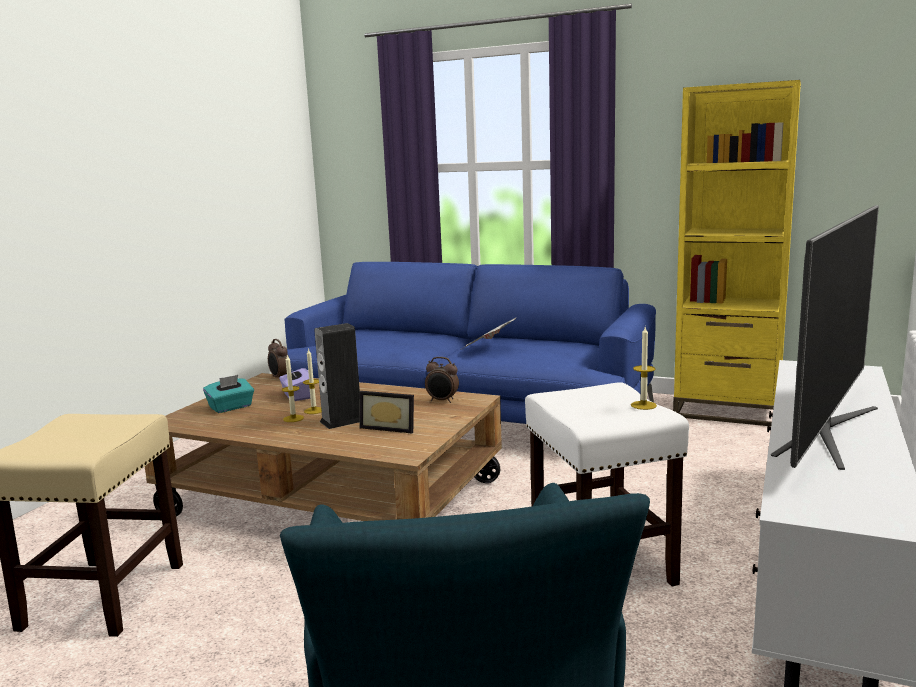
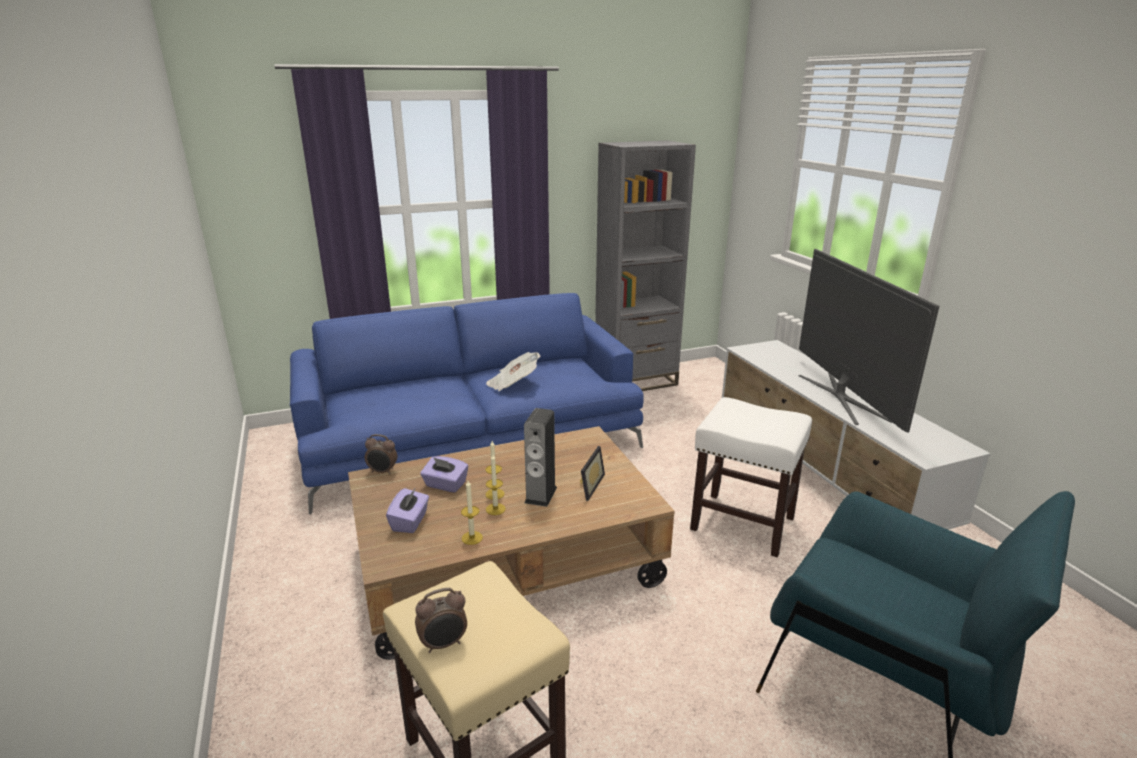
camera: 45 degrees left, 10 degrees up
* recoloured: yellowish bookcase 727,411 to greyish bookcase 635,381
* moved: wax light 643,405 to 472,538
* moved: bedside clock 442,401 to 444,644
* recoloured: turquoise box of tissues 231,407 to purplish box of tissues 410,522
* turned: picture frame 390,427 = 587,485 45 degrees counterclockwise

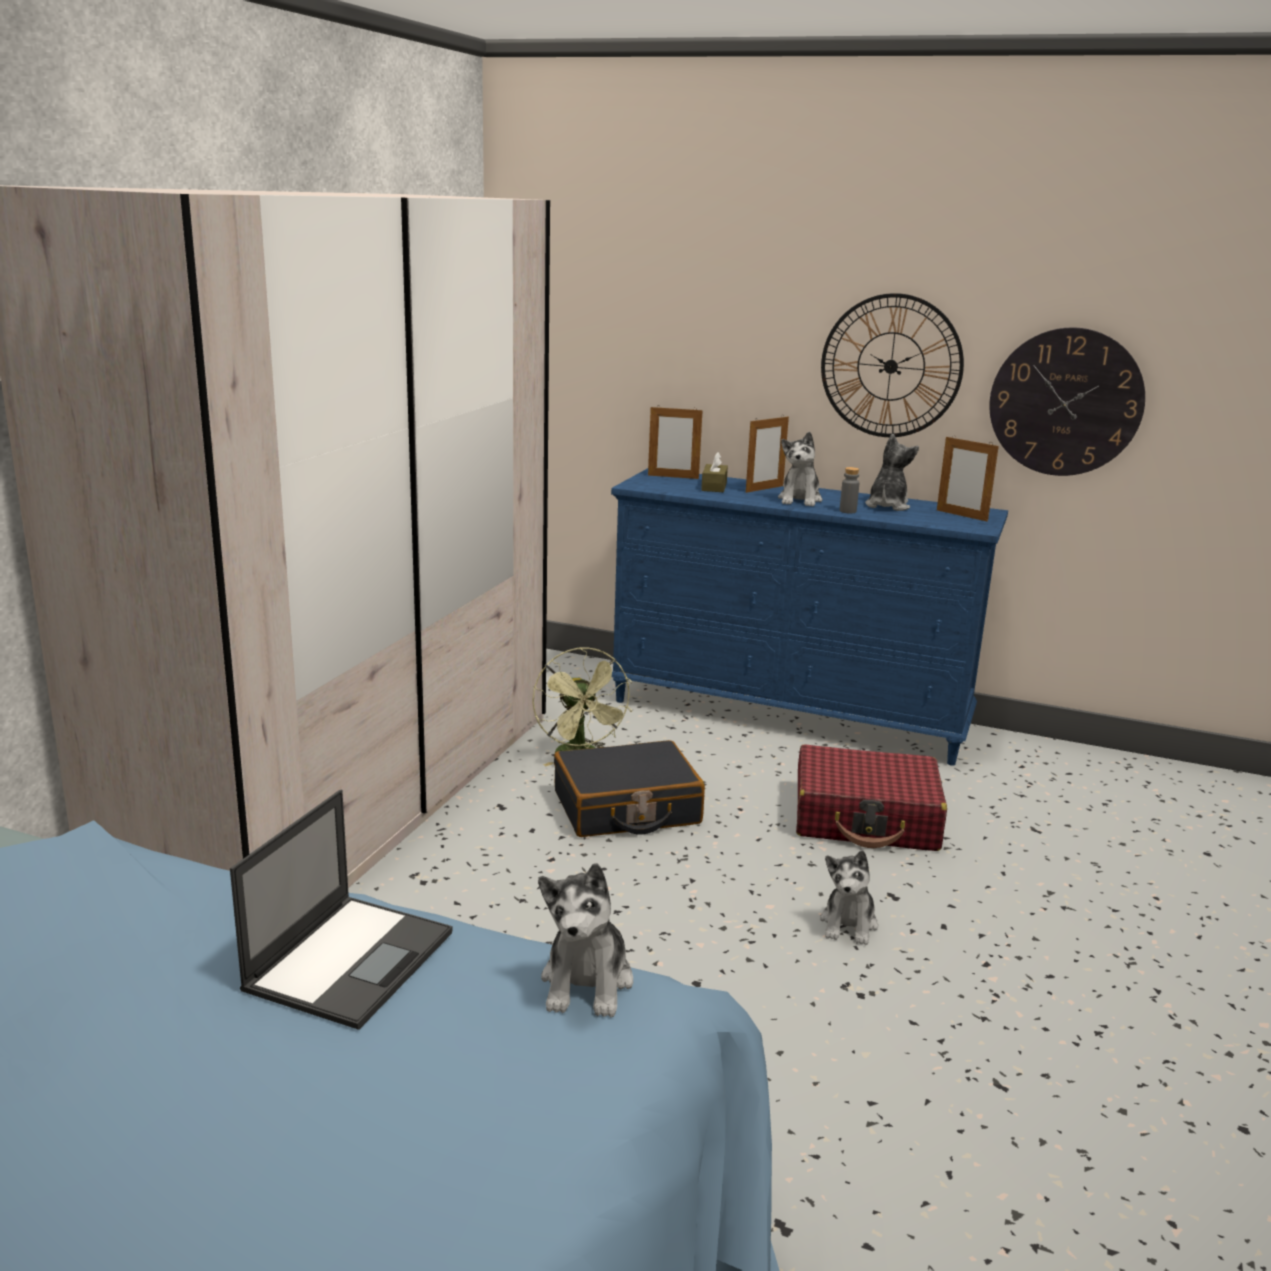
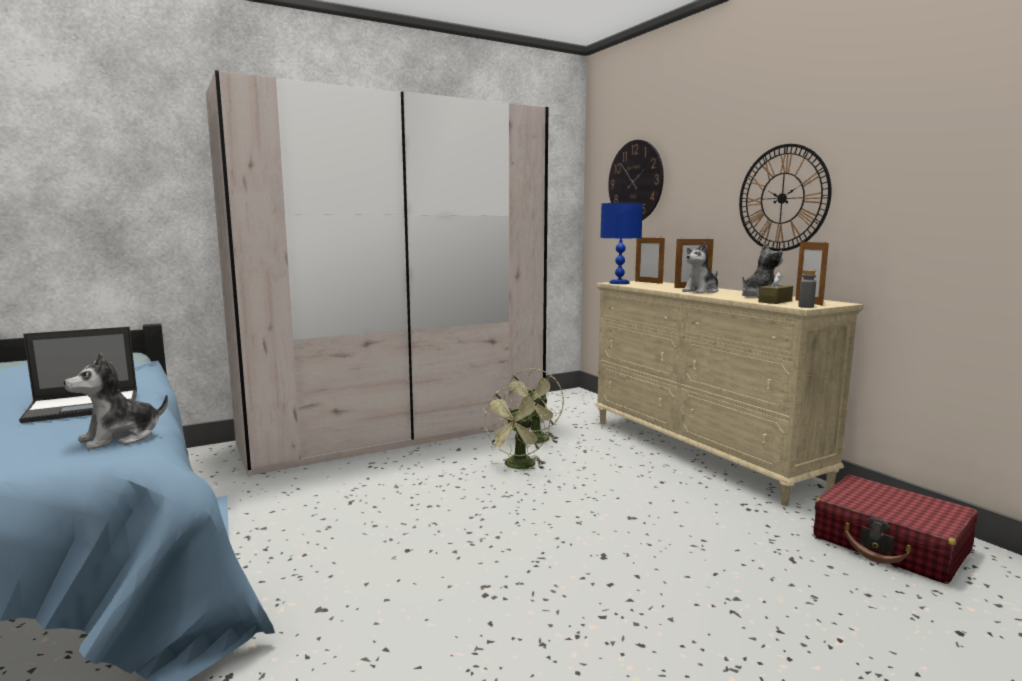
camera: 40 degrees right, 10 degrees down
* moved: wall clock 1065,402 to 635,181
* moved: brown box of tissues 714,487 to 775,301
* moved: greyish beverage bottle 847,511 to 806,306
* recoloured: blue-coloured dresser 789,715 to beige dresser 700,452
* replaced: blackish suitcase 626,808 to green fan 518,467
* moved: red suitcase 866,819 to 891,544
* removed: cuddly toy 849,924
* added: blue-coloured lamp for a table 619,283

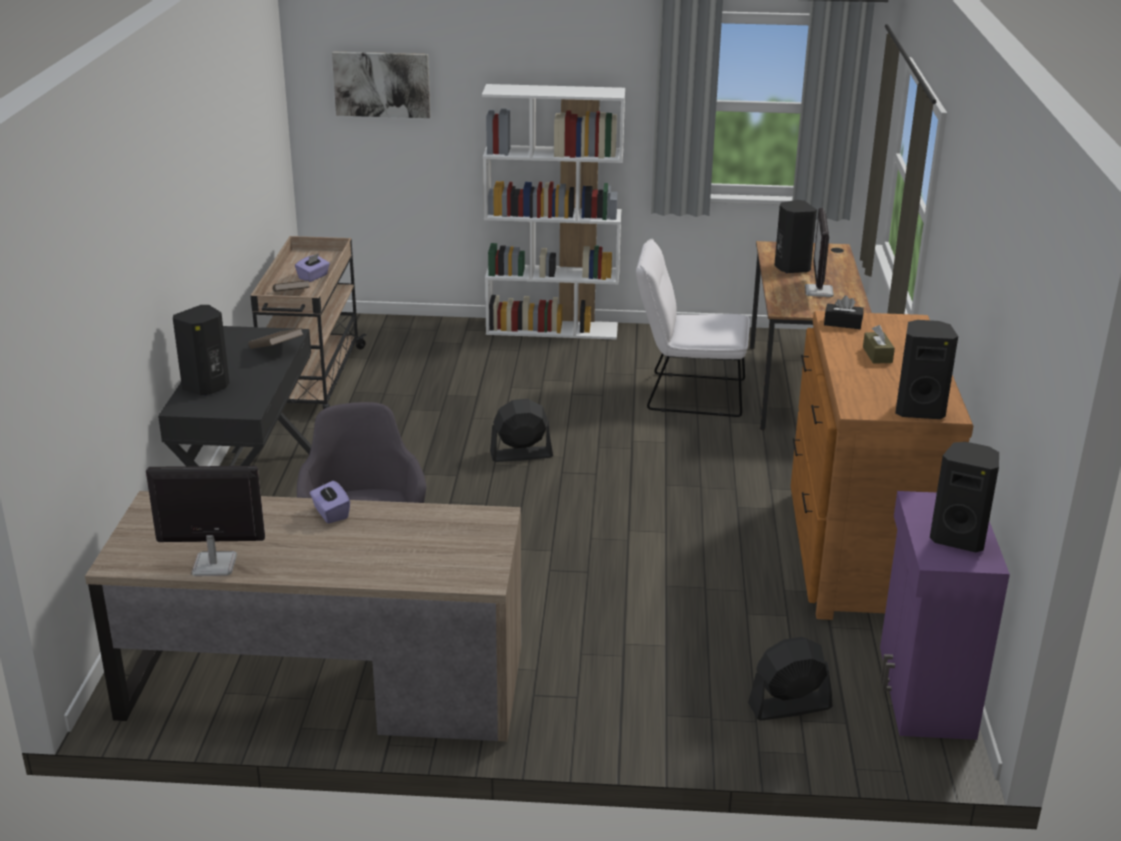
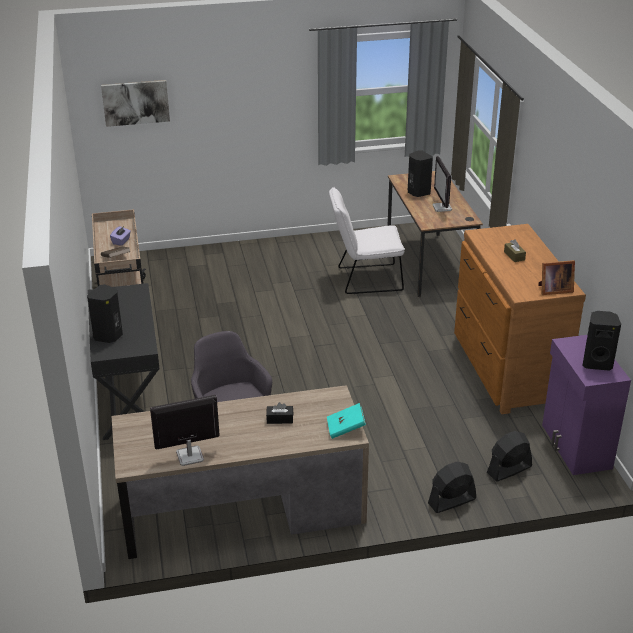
camera: 15 degrees left, 5 degrees up
* removed: whitish bookcase 553,329
* moved: blackish box of tissues 842,323 to 280,419
* replaced: blackish loudspeaker 918,410 to picture frame 553,290
* removed: brown bound book 276,350
* moved: blackish fan 521,454 to 451,501
* removed: purplish box of tissues 330,513
* added: turquoise bound book 345,428

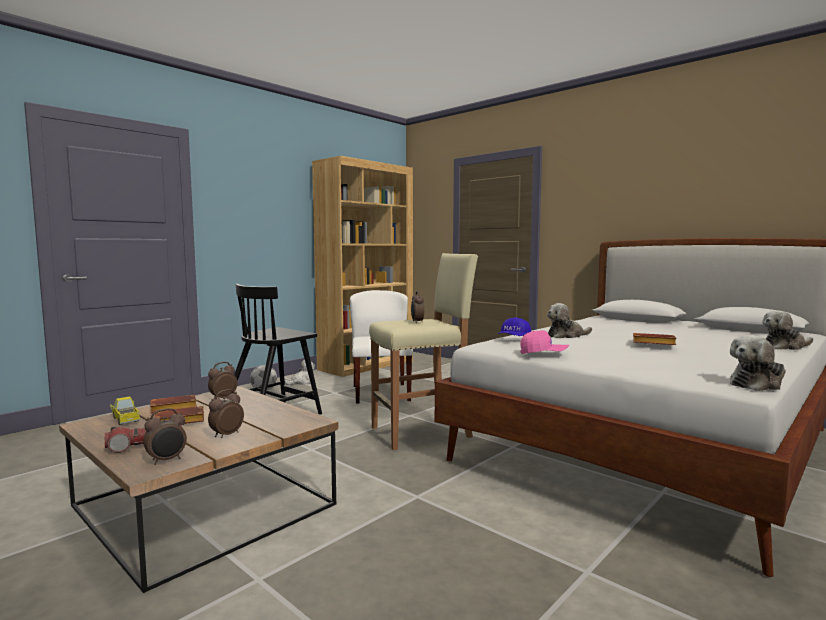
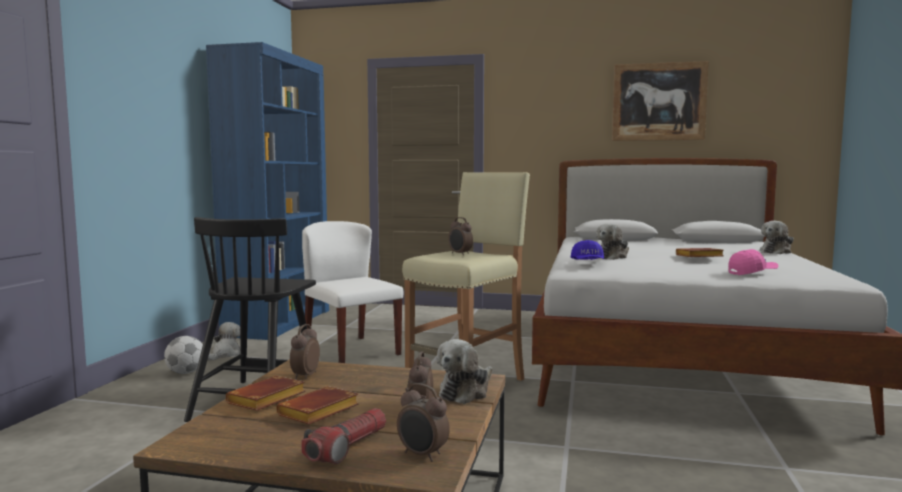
camera: 30 degrees left, 0 degrees up
* recoloured: brown bookcase 367,365 to blue-coloured bookcase 279,322
* moved: pinkish peaked cap 543,354 to 752,273
* moved: cuddly toy 757,384 to 466,391
* removed: toy truck 126,419
* turned: bedside clock 167,460 = 422,455 105 degrees clockwise
* added: wall picture 658,102

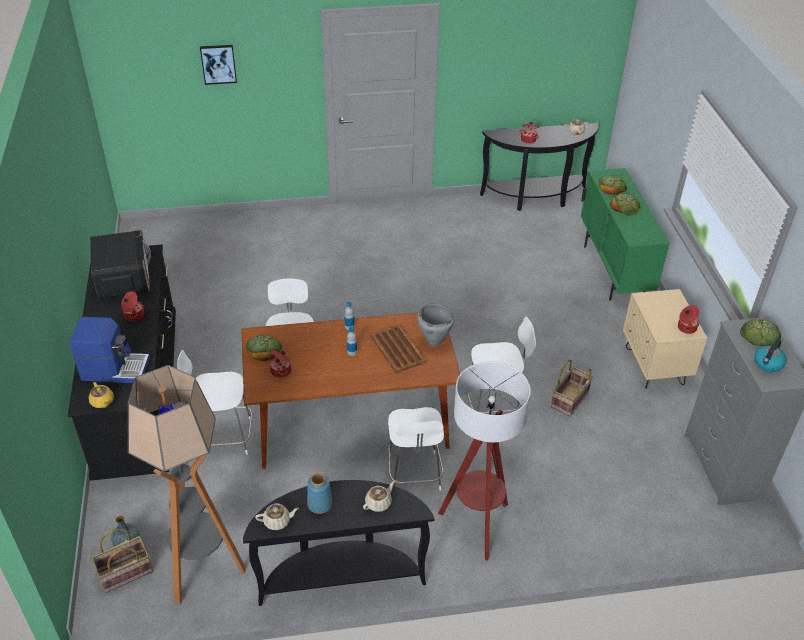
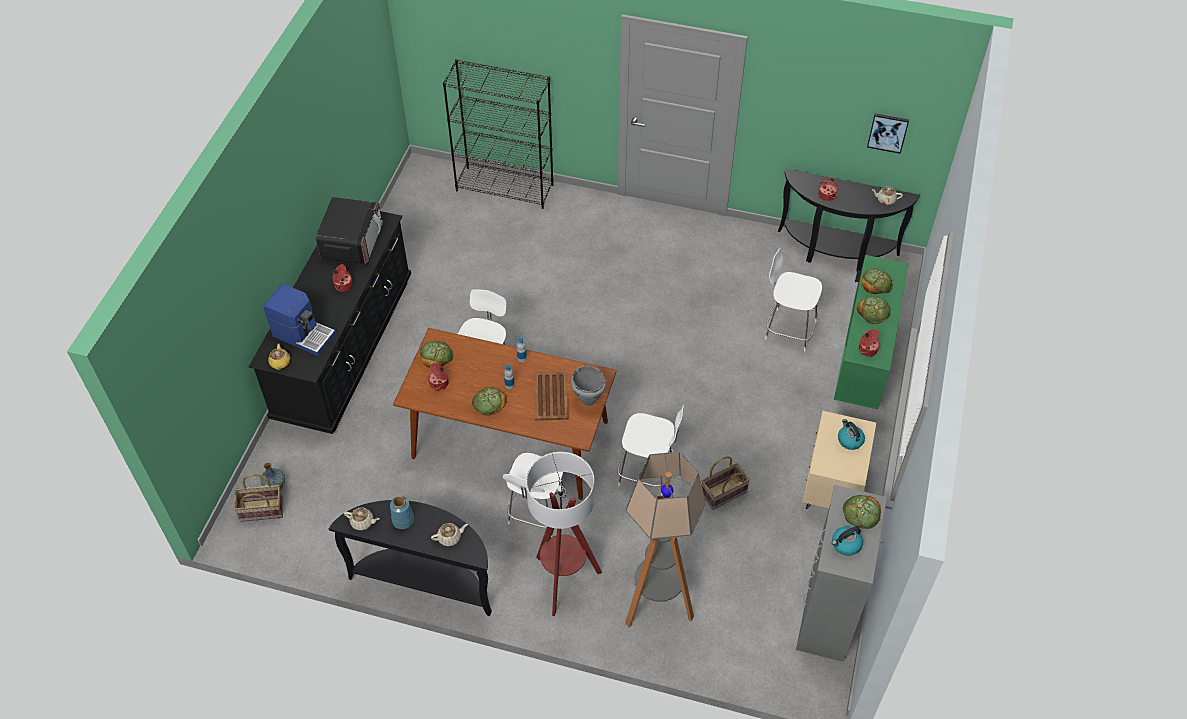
camera: 25 degrees right, 10 degrees up
* moved: wall picture 218,64 to 888,132
* moved: saucepot 686,328 to 867,349
* moved: whitish plain chair 223,437 to 788,329
* moved: floor lamp 203,570 to 657,604
* added: blackish bookcase 505,187
* added: baked bread 489,402
* added: kettle 849,440

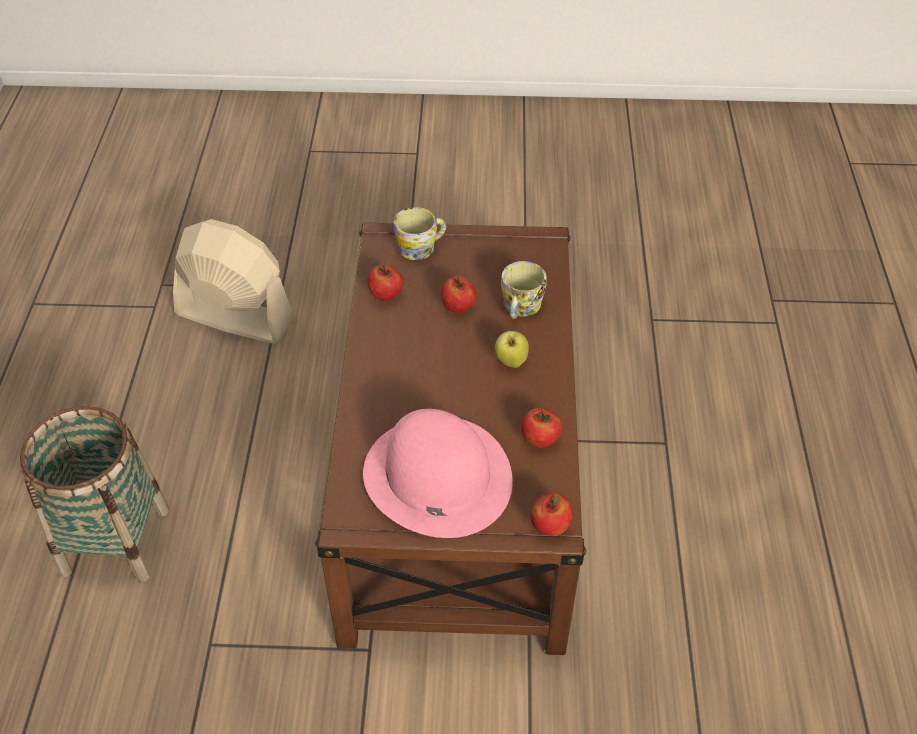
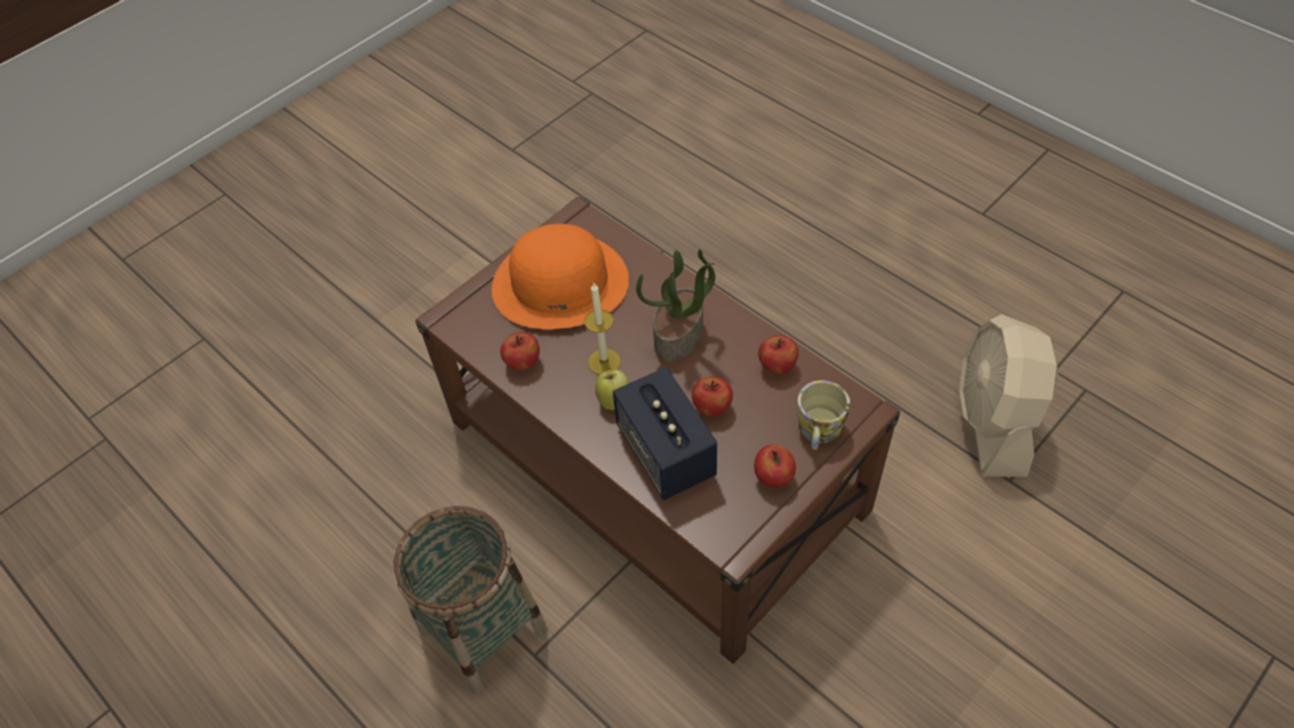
camera: 135 degrees right, 5 degrees up
* turned: beige fan 234,316 = 993,421 120 degrees clockwise
* replaced: mug 520,308 to loudspeaker 666,452
* moved: household basket 115,541 to 483,629
* recoloured: pinkish clothing hat 436,476 to orange clothing hat 560,282
* moved: whole apple 549,526 to 773,477
* added: plant in a pot 679,336
* added: wax light 604,362

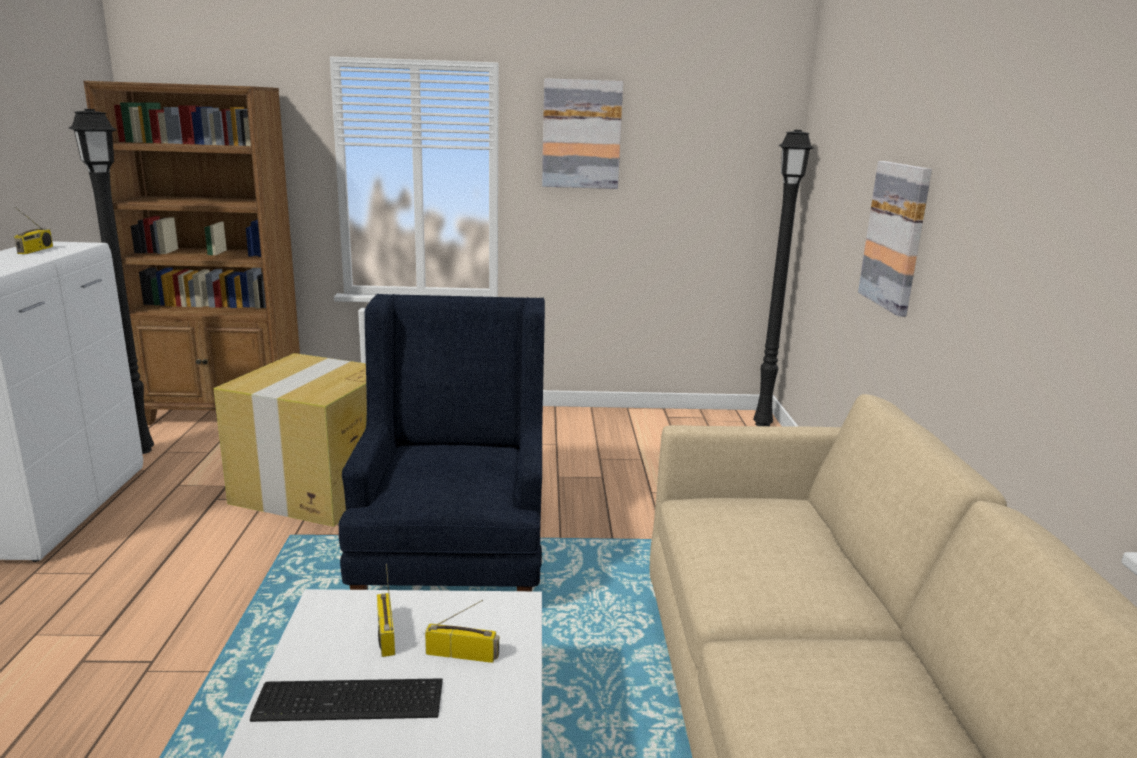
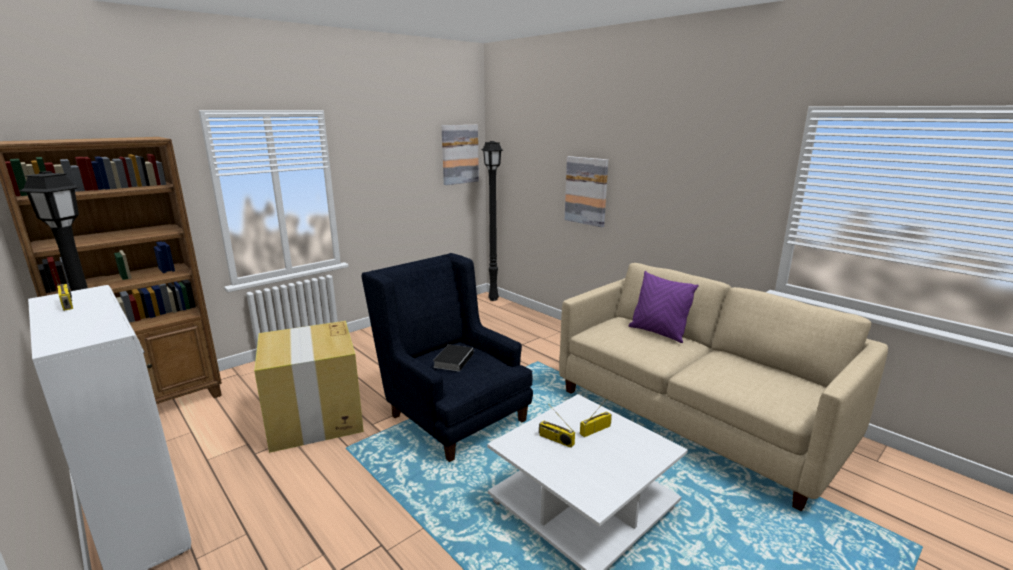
camera: 40 degrees left, 0 degrees up
* moved: wall picture 581,134 to 459,154
* removed: PC keyboard 351,702
* added: purplish cushion 658,333
* added: bound book 454,360

